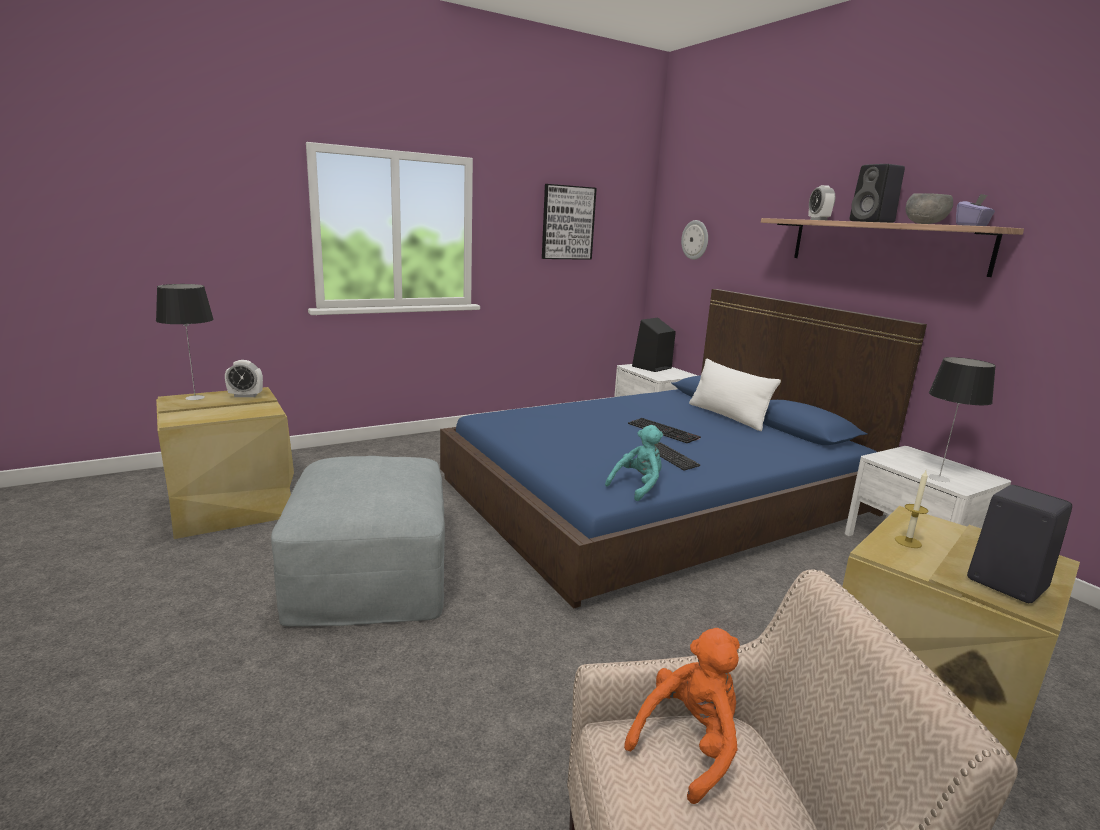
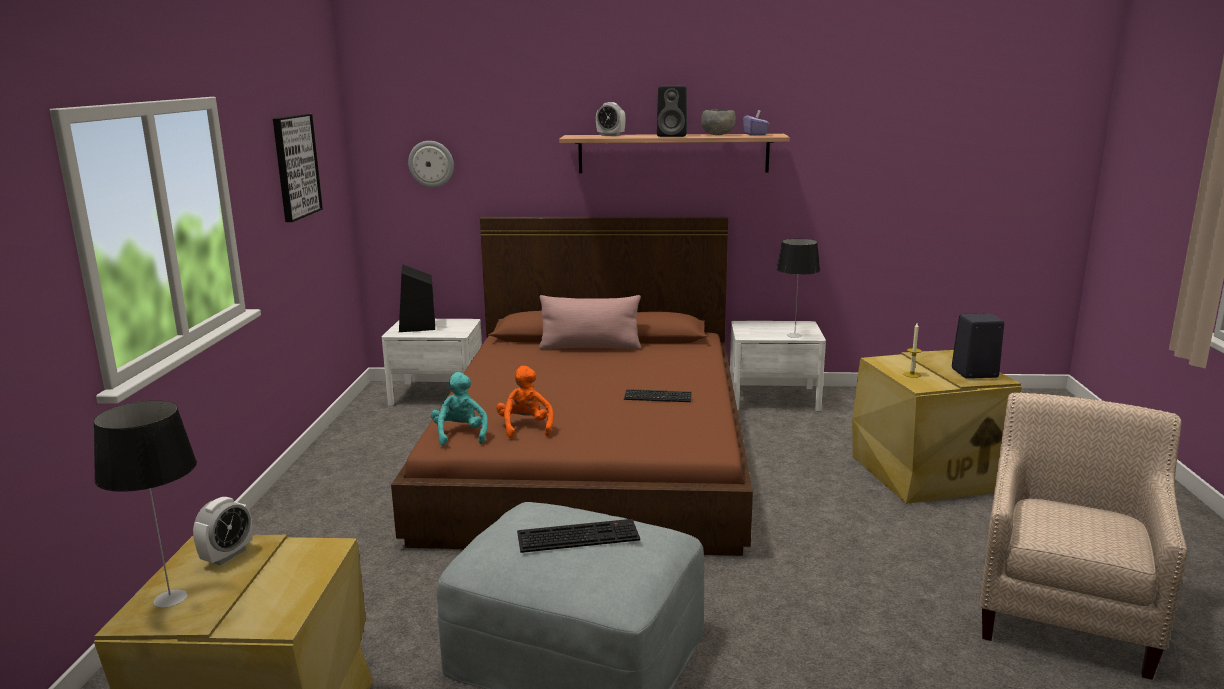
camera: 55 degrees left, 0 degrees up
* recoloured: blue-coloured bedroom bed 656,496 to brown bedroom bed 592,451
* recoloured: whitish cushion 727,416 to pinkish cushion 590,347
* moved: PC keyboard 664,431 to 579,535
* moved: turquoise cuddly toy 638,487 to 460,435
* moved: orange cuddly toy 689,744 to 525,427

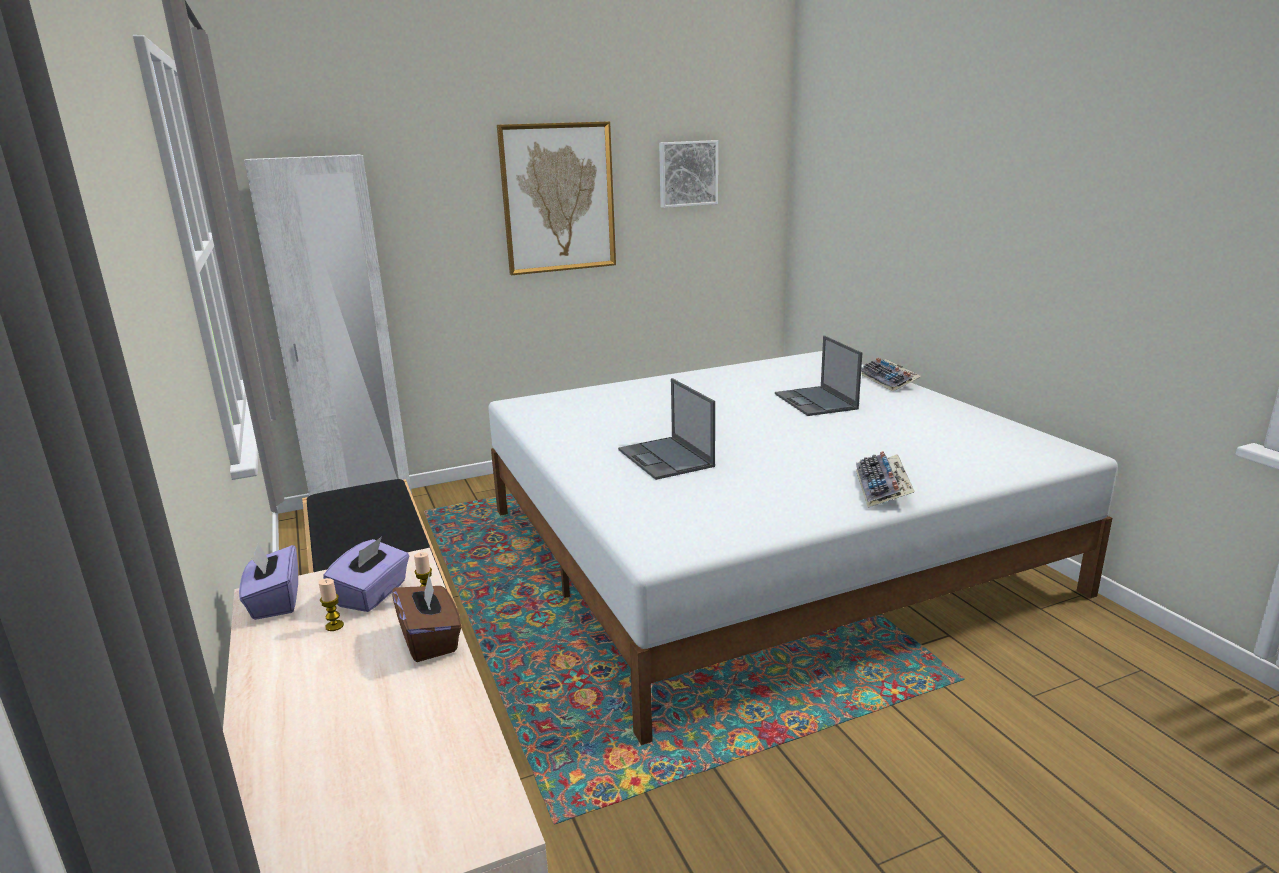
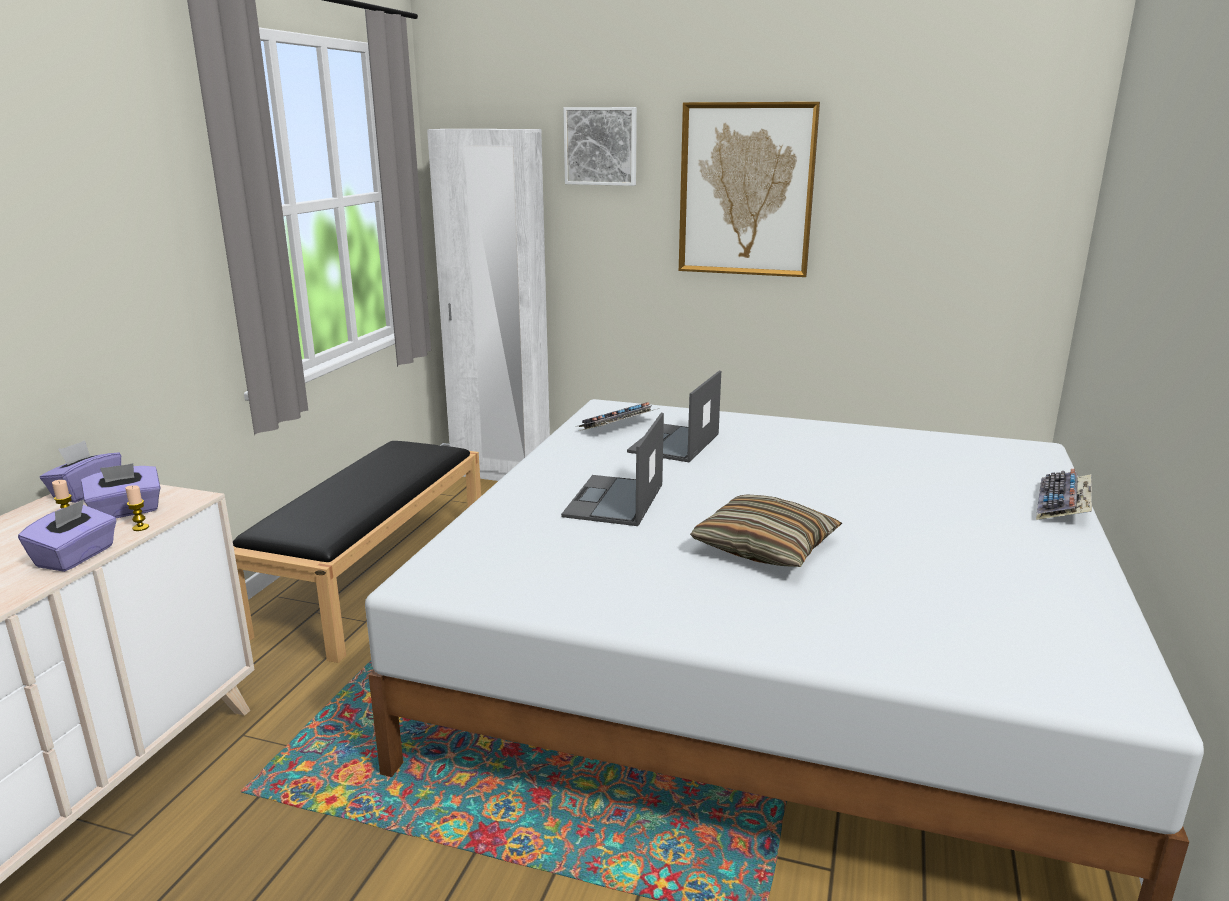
camera: 40 degrees right, 0 degrees up
* moved: wall picture 687,173 to 601,146
* moved: notebook computer 816,402 to 674,443
* moved: PC keyboard 883,488 to 618,427
* recoloured: brown box of tissues 430,640 to purplish box of tissues 76,557
* added: cushion 765,547

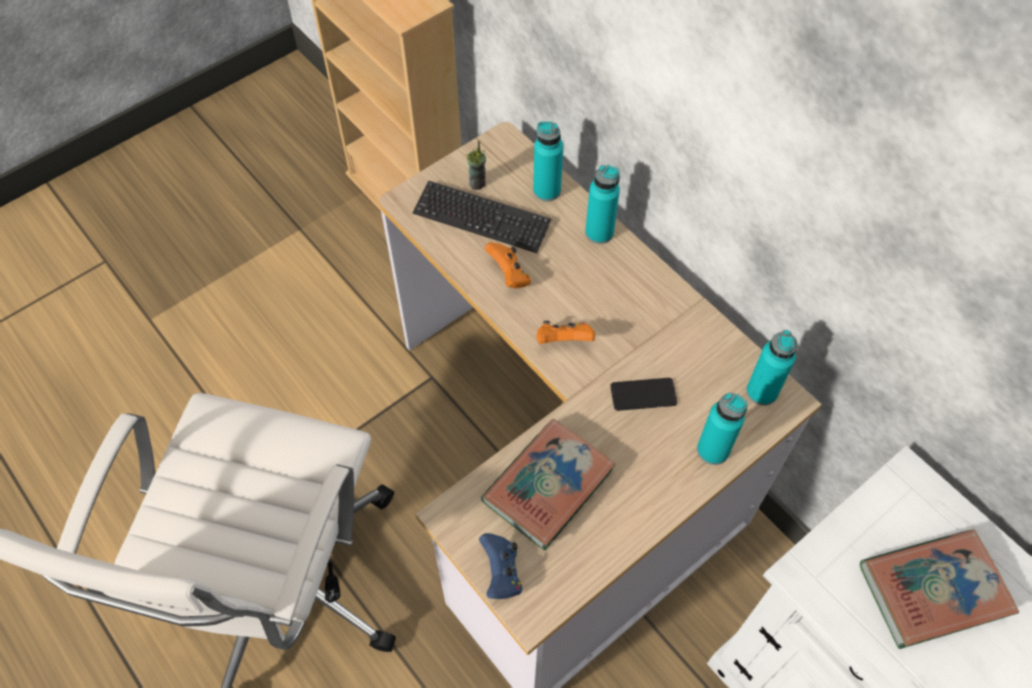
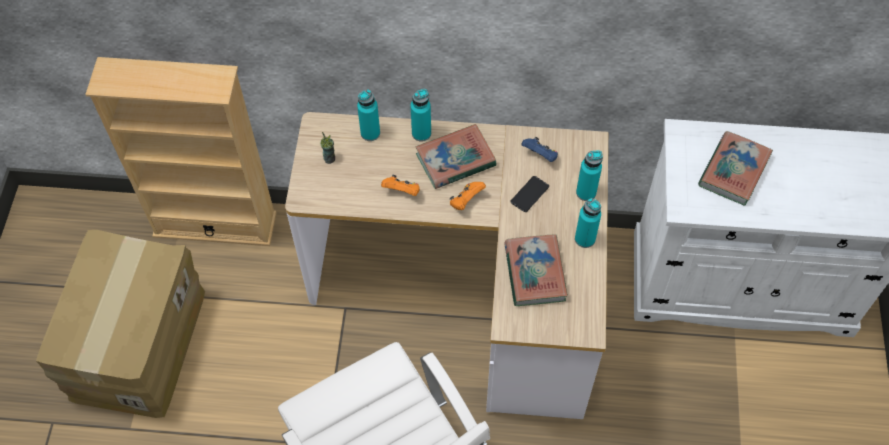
camera: 45 degrees left, 0 degrees up
* removed: PC keyboard 481,218
* moved: turquoise beverage bottle 762,392 to 585,239
* moved: blue-coloured joypad 501,573 to 540,155
* added: bound book 455,160
* added: cardboard box 137,344

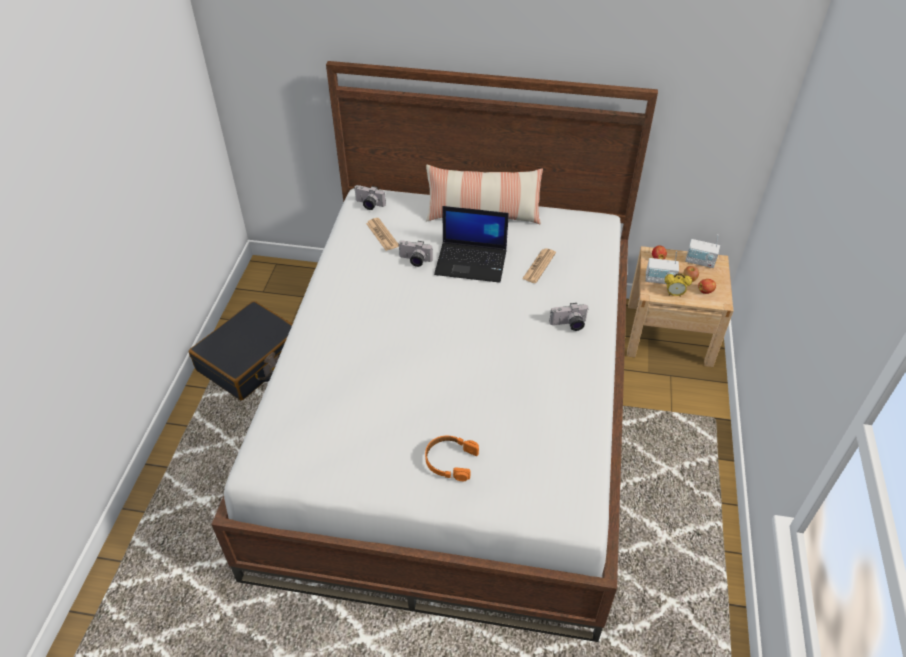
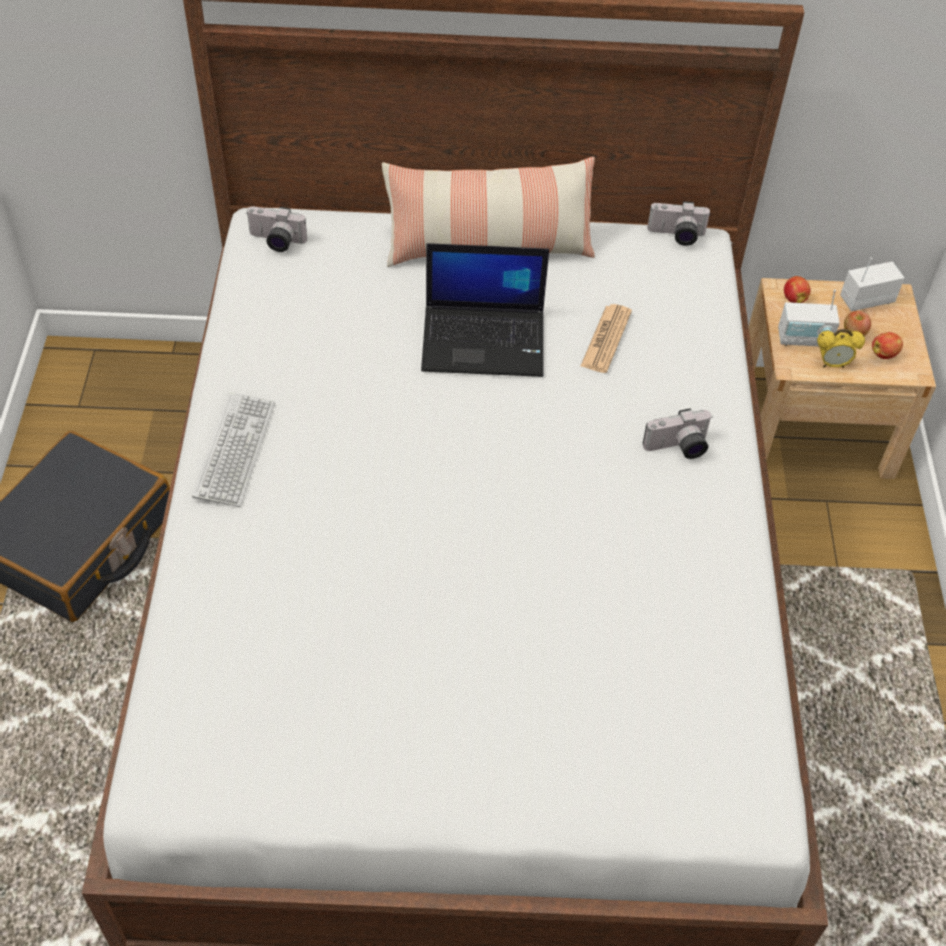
camera: 10 degrees left, 5 degrees up
* removed: newspaper 382,235
* turned: radio set 700,262 = 866,300 150 degrees clockwise
* moved: photo camera 414,260 to 676,236
* removed: orange pair of headphones 450,461
* added: PC keyboard 234,450

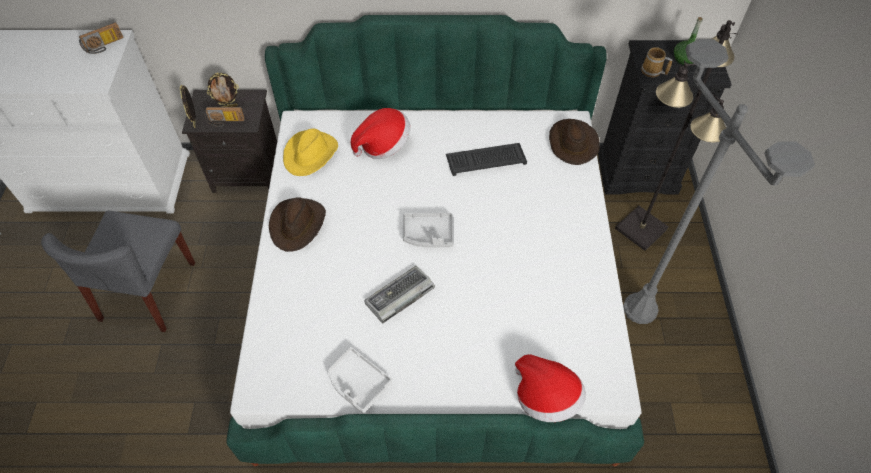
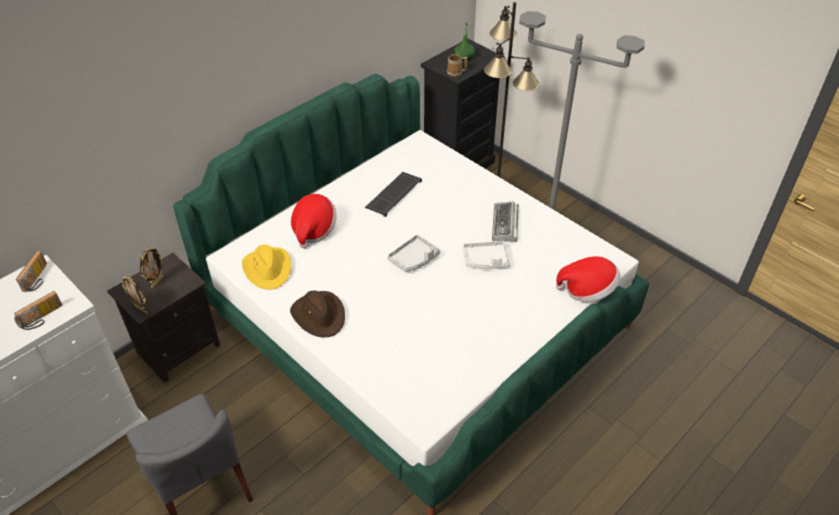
camera: 45 degrees left, 10 degrees down
* moved: radio set 225,122 to 42,318
* removed: brown clothing hat 572,143
* moved: PC keyboard 399,297 to 505,225
* moved: whitish carrying tray 358,383 to 486,260

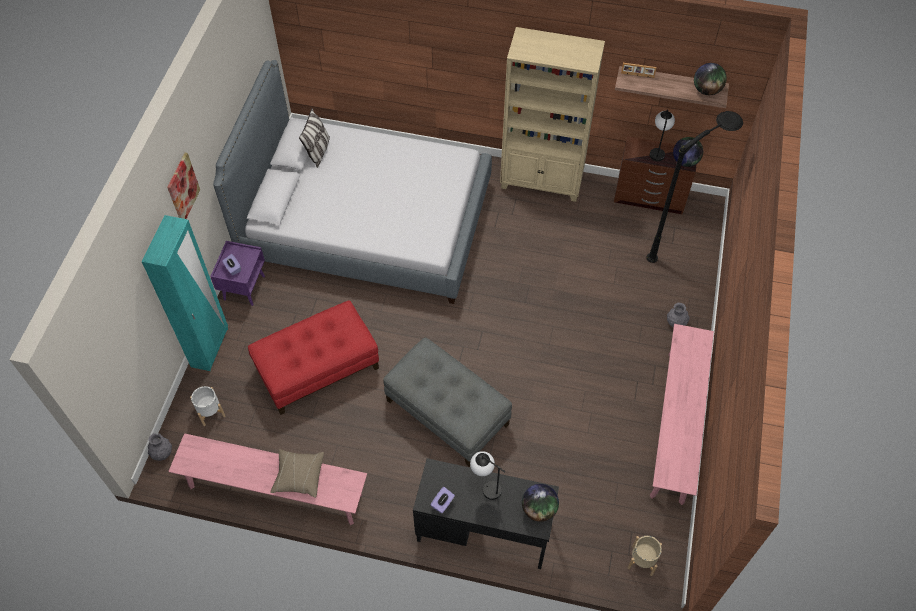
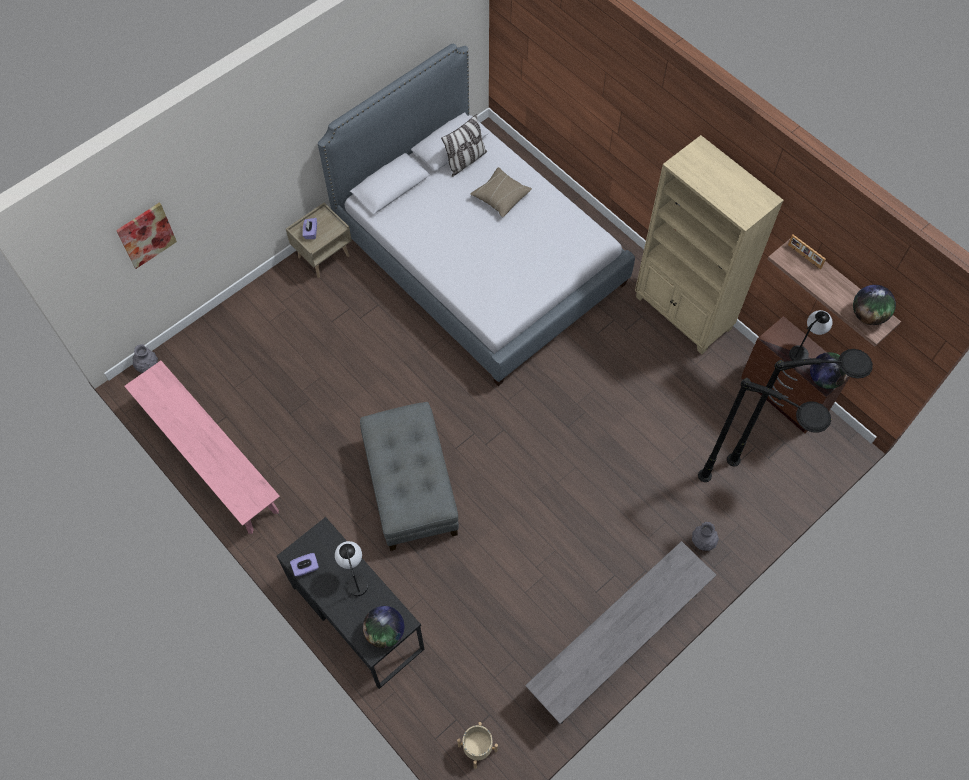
camera: 35 degrees right, 5 degrees up
* moved: wall picture 182,188 to 146,235
* removed: turquoise armoire 210,347
* recoloured: purplish nightstand 244,287 to beige nightstand 324,256
* removed: red pouffe 318,369
* recoloured: pinkish bench 676,425 to greyish bench 617,643
* removed: whitish planter 210,412
* moved: beige cushion 298,476 to 500,197
* added: blackish floor lamp 742,500

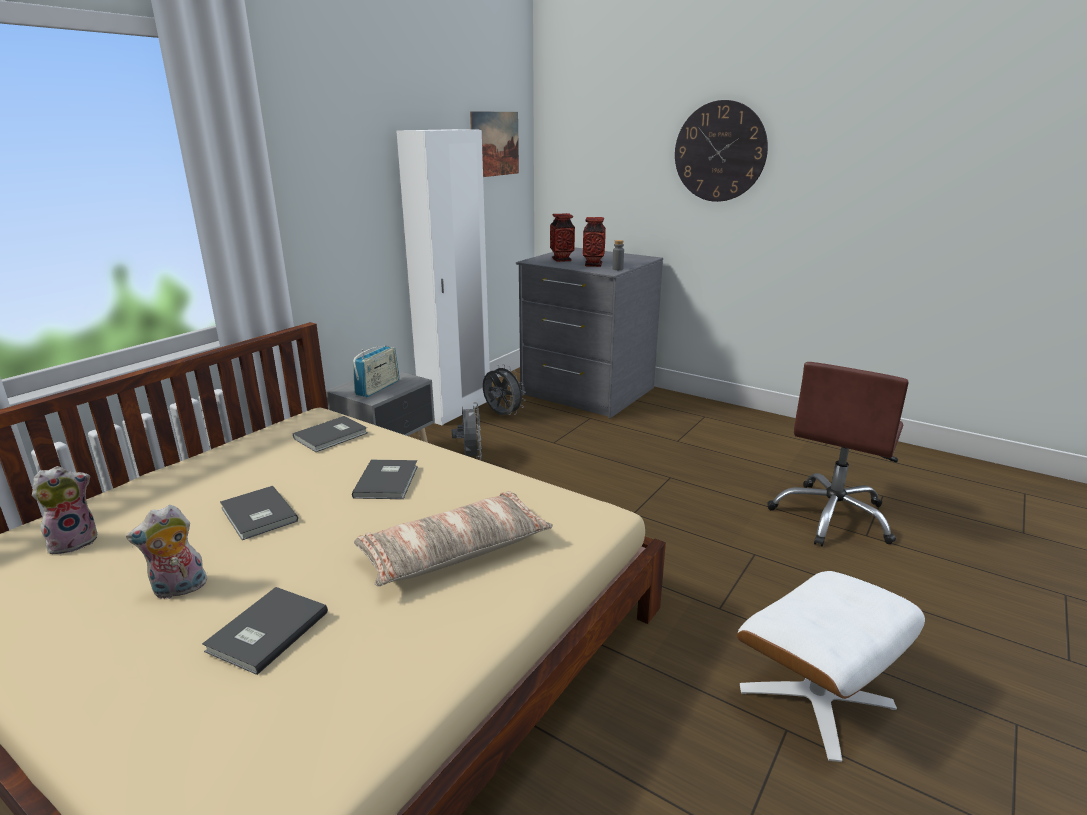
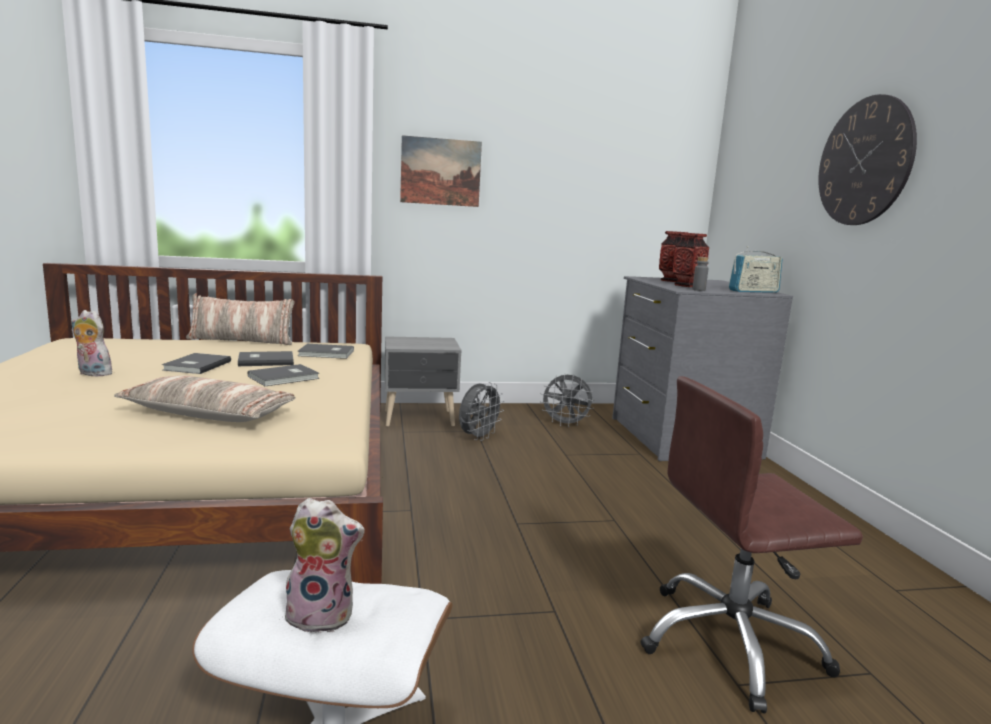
camera: 45 degrees right, 10 degrees down
* moved: wall picture 495,144 to 440,172
* removed: whitish armoire 456,409
* moved: radio set 378,388 to 753,291
* turned: greyish fan 502,415 = 565,424 105 degrees clockwise
* moved: cuddly toy 75,541 to 323,615
* moved: greyish bound book 265,632 to 265,360
* added: cushion 241,340

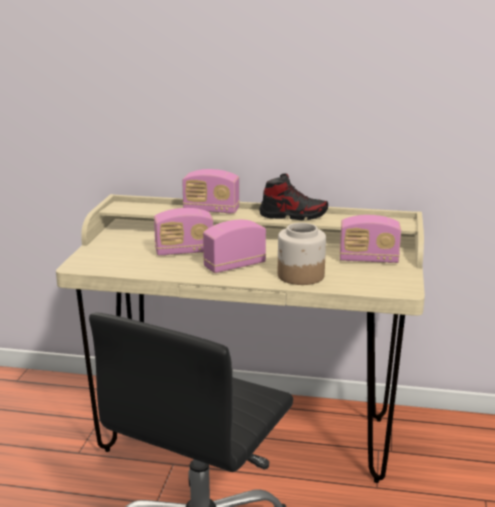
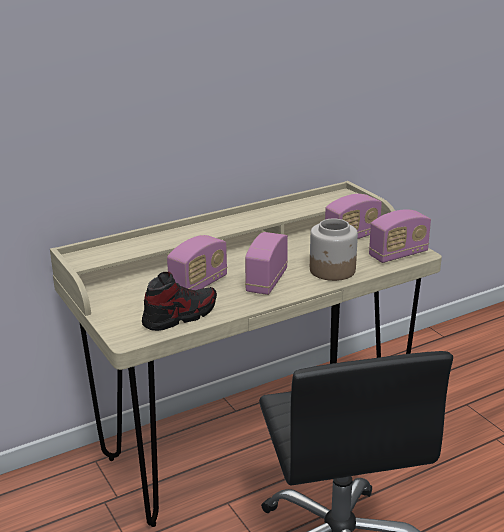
camera: 40 degrees left, 5 degrees up
* moved: radio set 211,210 to 398,255
* moved: item of footwear 293,215 to 180,316

